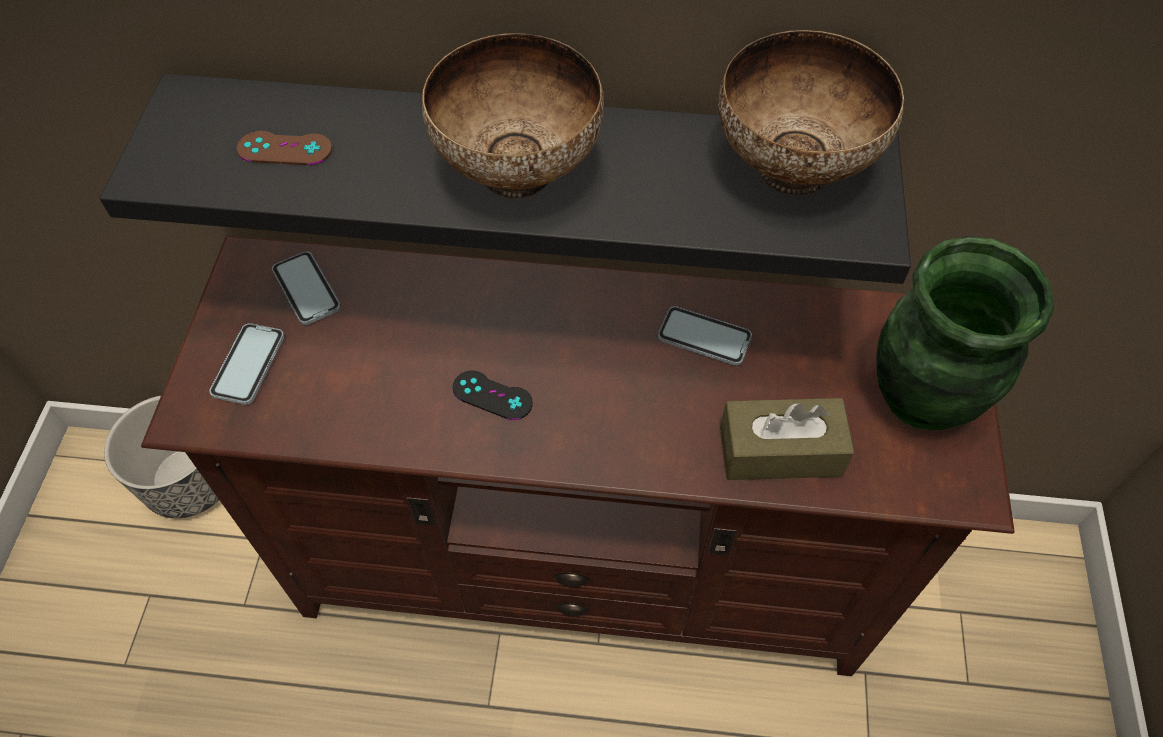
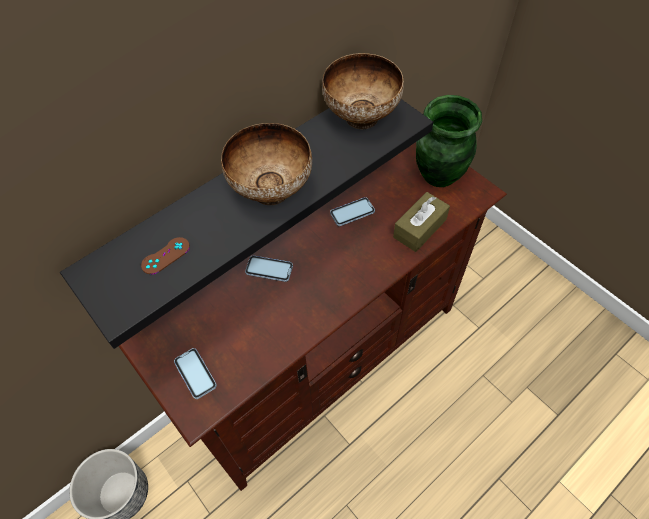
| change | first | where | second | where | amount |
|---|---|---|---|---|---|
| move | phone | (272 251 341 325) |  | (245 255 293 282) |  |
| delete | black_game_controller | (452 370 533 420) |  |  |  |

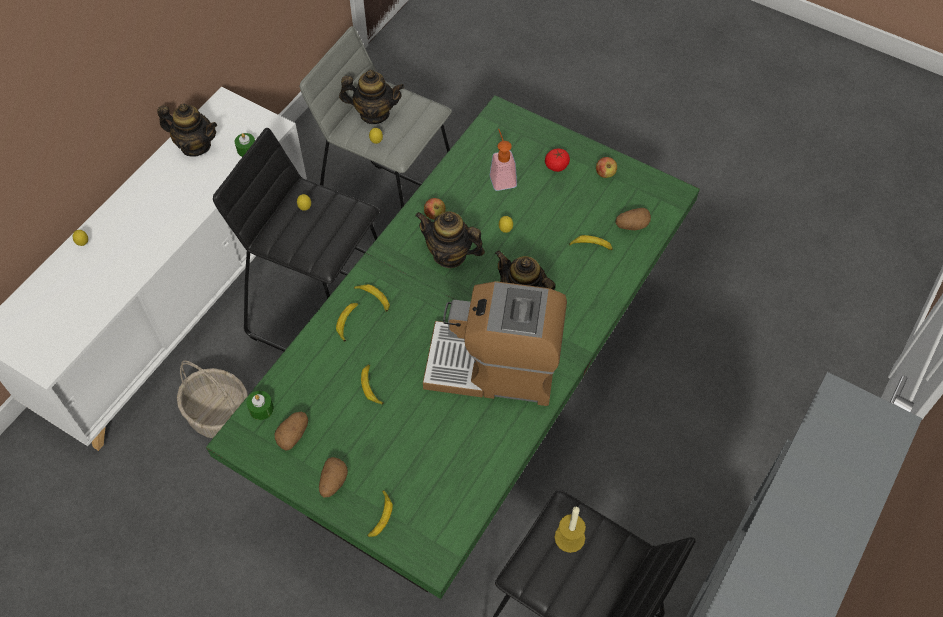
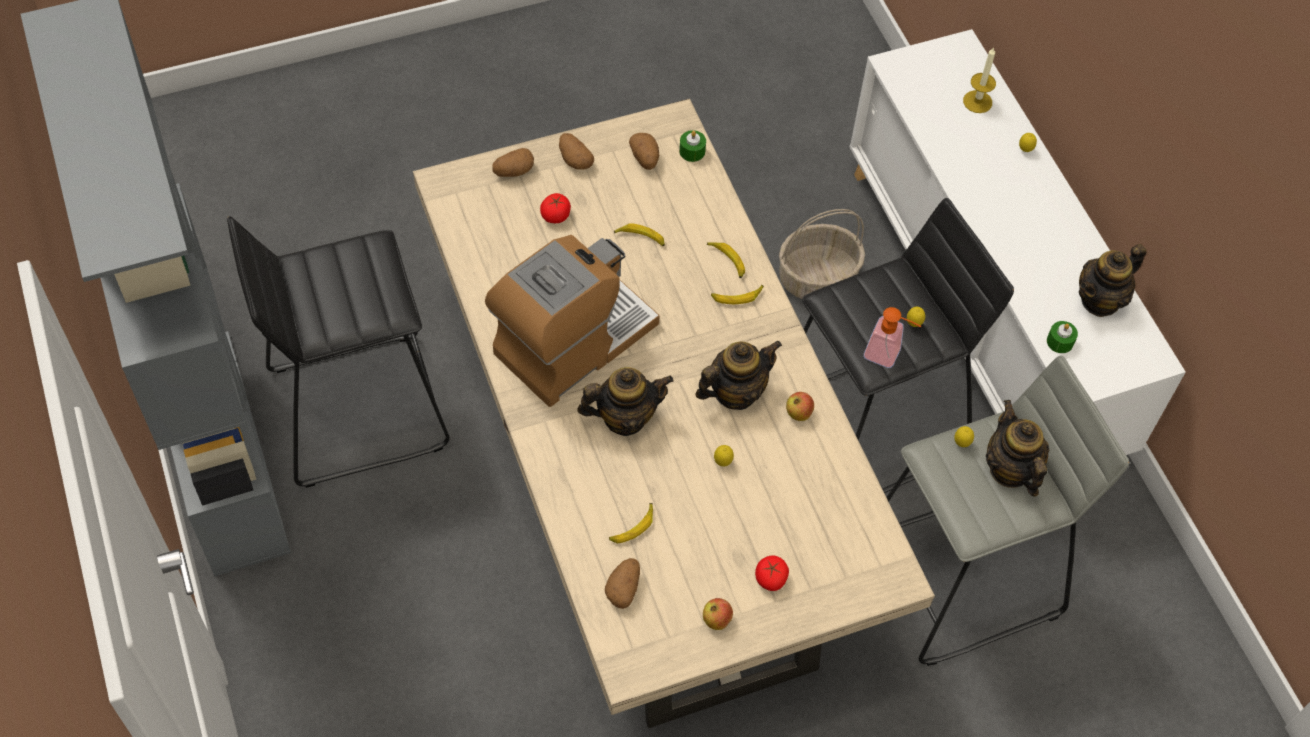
| change | first | where | second | where | amount |
|---|---|---|---|---|---|
| rotate | teapot | (339 70 405 124) |  | (986 400 1049 497) | 120 degrees clockwise |
| recolor | green_dining_table | (206 95 700 599) | beige_dining_table | (413 99 935 729) |  |
| move | soap_dispenser | (490 129 517 191) |  | (864 307 921 368) |  |
| replace | banana | (367 490 393 537) | potato | (492 148 534 177) |  |
| move | candle | (554 507 586 553) |  | (963 47 996 113) |  |
| insert |  |  | tomato | (540 193 571 223) |  |

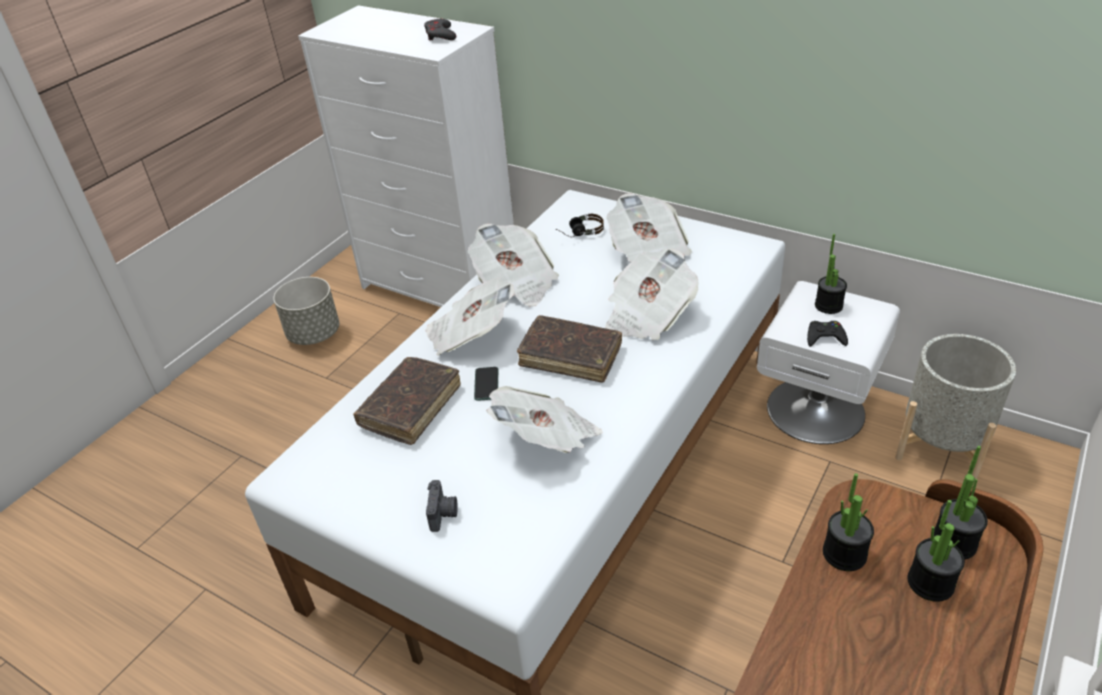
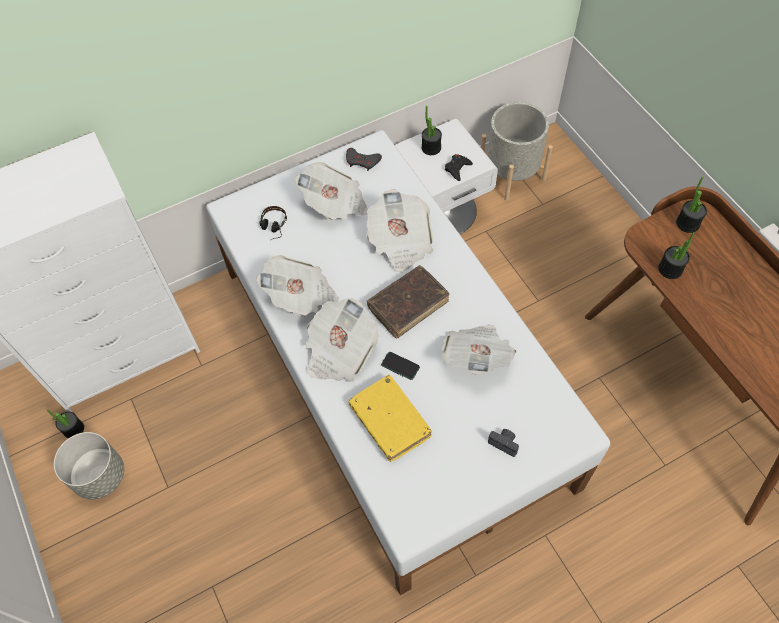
| change | first | where | second | where | amount |
|---|---|---|---|---|---|
| move | grey_game_controller | (424 19 456 40) |  | (346 148 382 171) |  |
| recolor | brown_book | (353 357 461 445) | yellow_book | (349 375 432 462) |  |
| move | potted_plant | (908 500 965 602) |  | (46 409 84 438) |  |

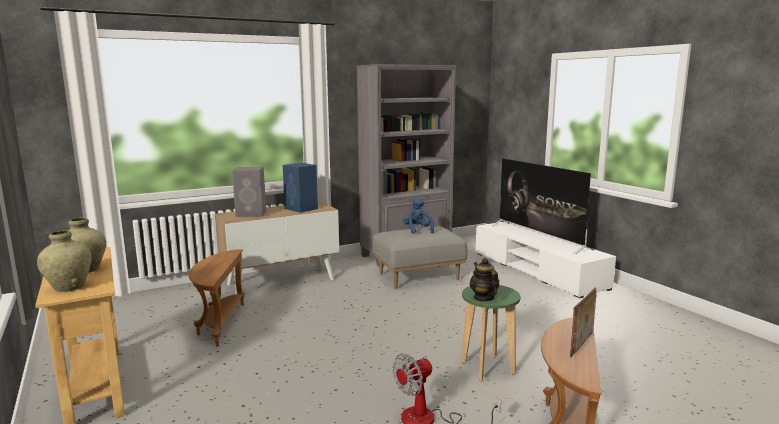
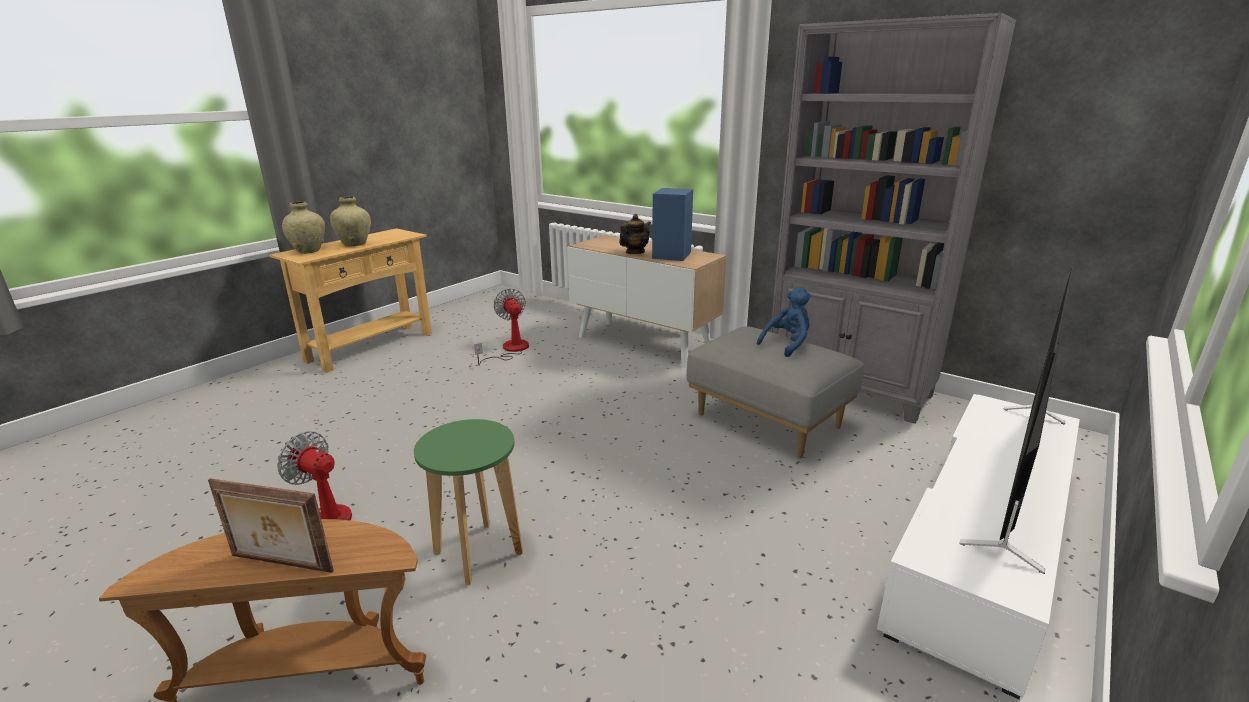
| change | first | where | second | where | amount |
|---|---|---|---|---|---|
| delete | grey_speaker | (232 167 266 217) |  |  |  |
| replace | brown_side_table | (189 249 245 347) | fan | (474 288 529 366) |  |
| move | teapot | (470 258 499 301) |  | (619 214 651 254) |  |

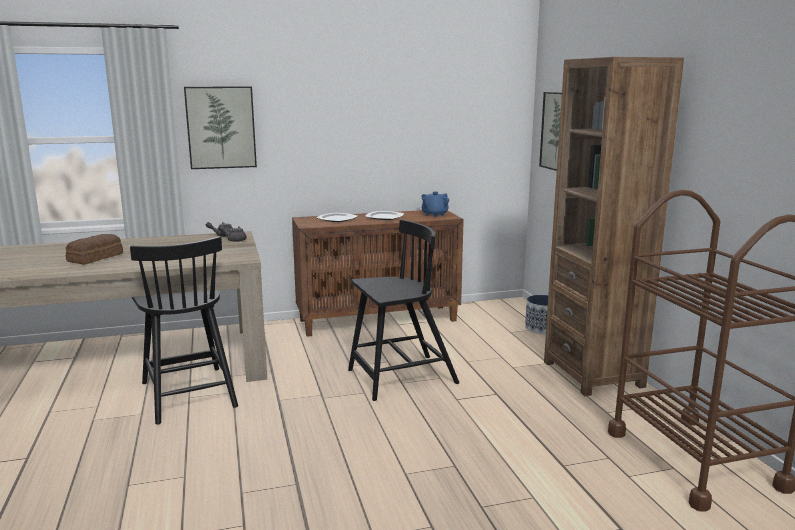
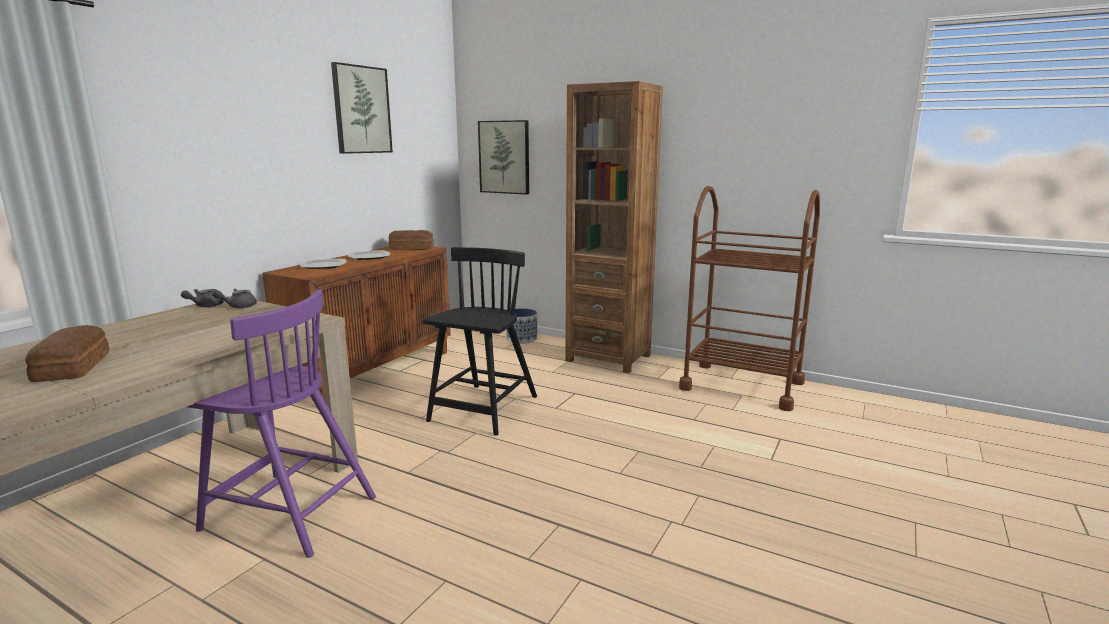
| change | first | where | second | where | amount |
|---|---|---|---|---|---|
| move | picture | (184 86 257 169) |  | (331 62 393 154) |  |
| replace | blue_teapot | (421 191 449 217) | bread | (389 230 434 250) |  |
| recolor | black_chair | (130 236 238 425) | purple_chair | (188 289 376 558) |  |

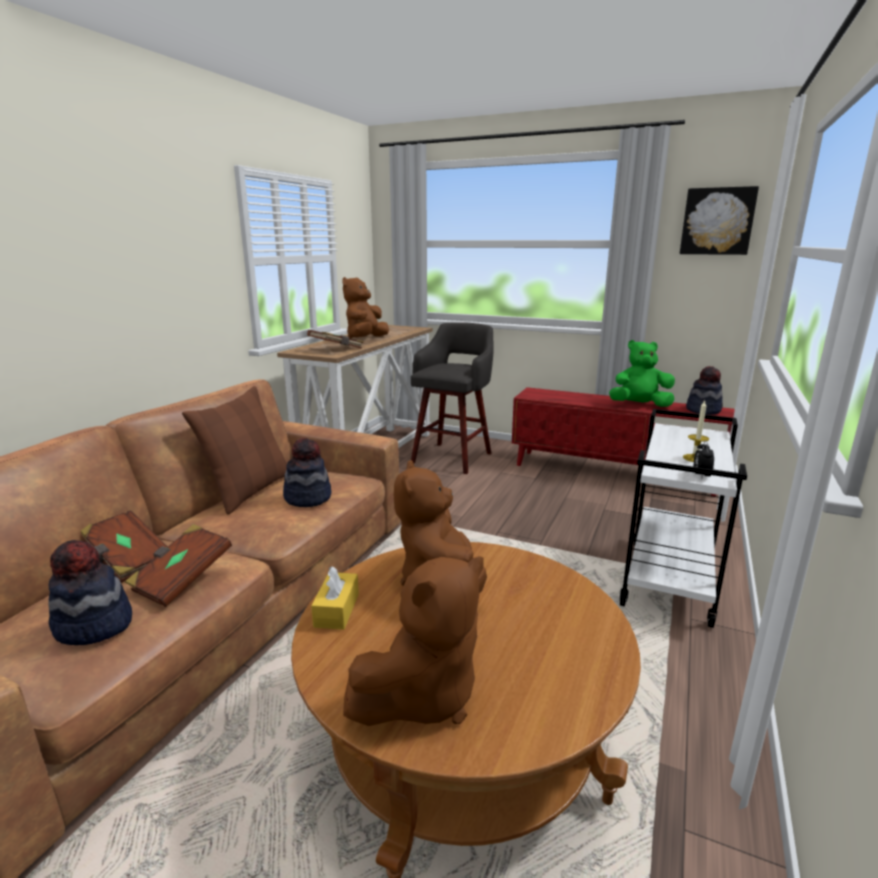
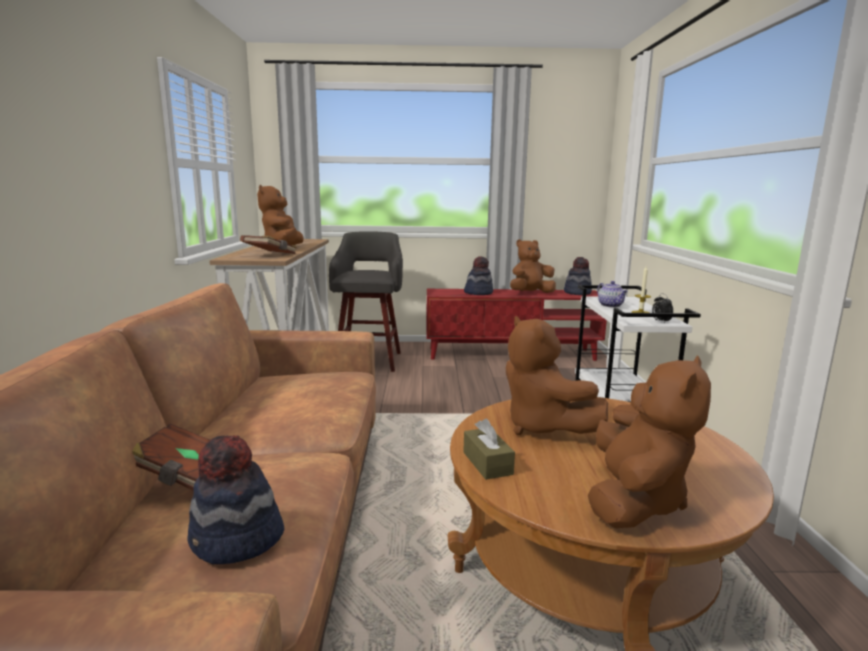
| change | first | where | second | where | amount |
|---|---|---|---|---|---|
| delete | picture | (680 186 759 255) |  |  |  |
| recolor | green_plush_toy | (609 340 675 407) | brown_plush_toy | (510 239 556 293) |  |
| delete | brown_pillow | (182 386 287 514) |  |  |  |
| move | hat | (283 438 331 507) |  | (464 256 493 295) |  |
| delete | brown_book | (125 524 232 607) |  |  |  |
| recolor | yellow_tissue_box | (311 566 359 630) | brown_tissue_box | (463 419 515 480) |  |
| insert |  |  | teapot | (597 281 628 308) |  |

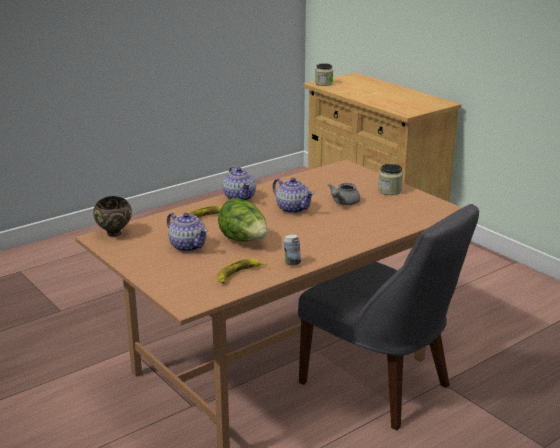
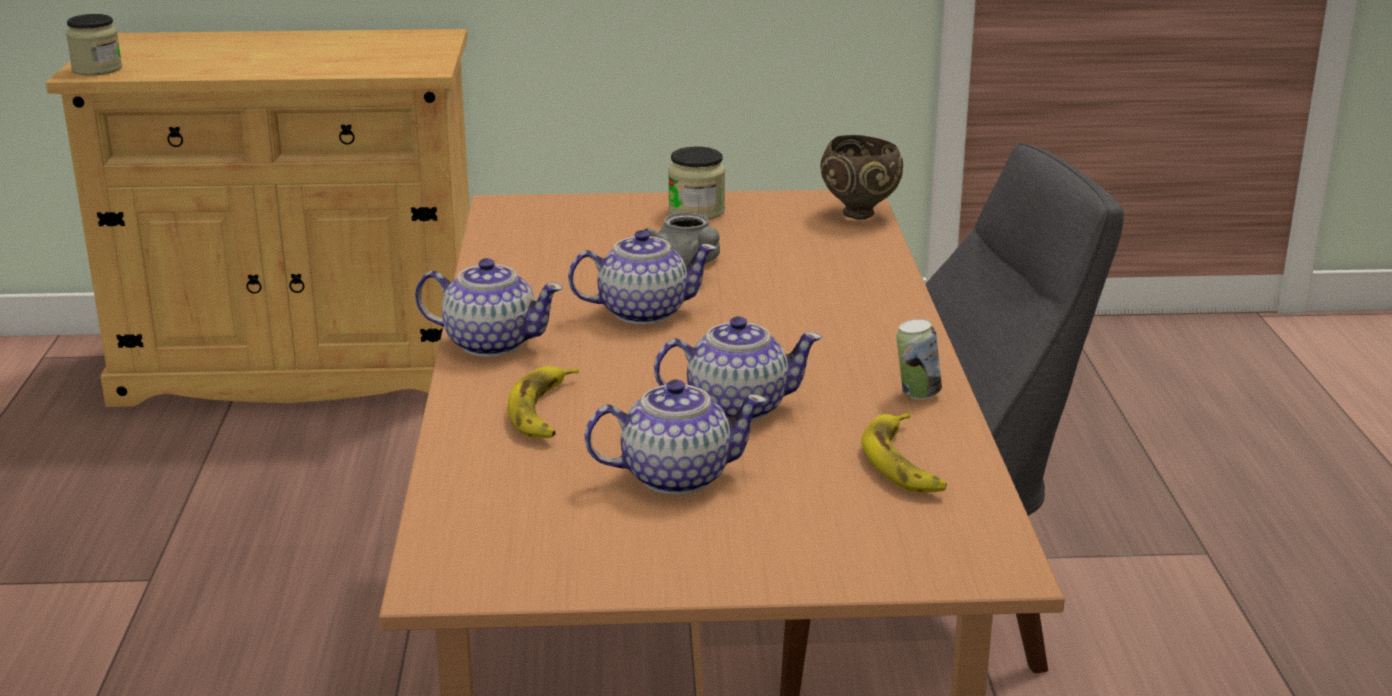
| change | first | where | second | where | amount |
|---|---|---|---|---|---|
| move | brown_bowl | (93 196 132 237) |  | (820 135 903 219) |  |
| replace | lettuce | (218 198 268 242) | teapot | (654 316 823 422) |  |

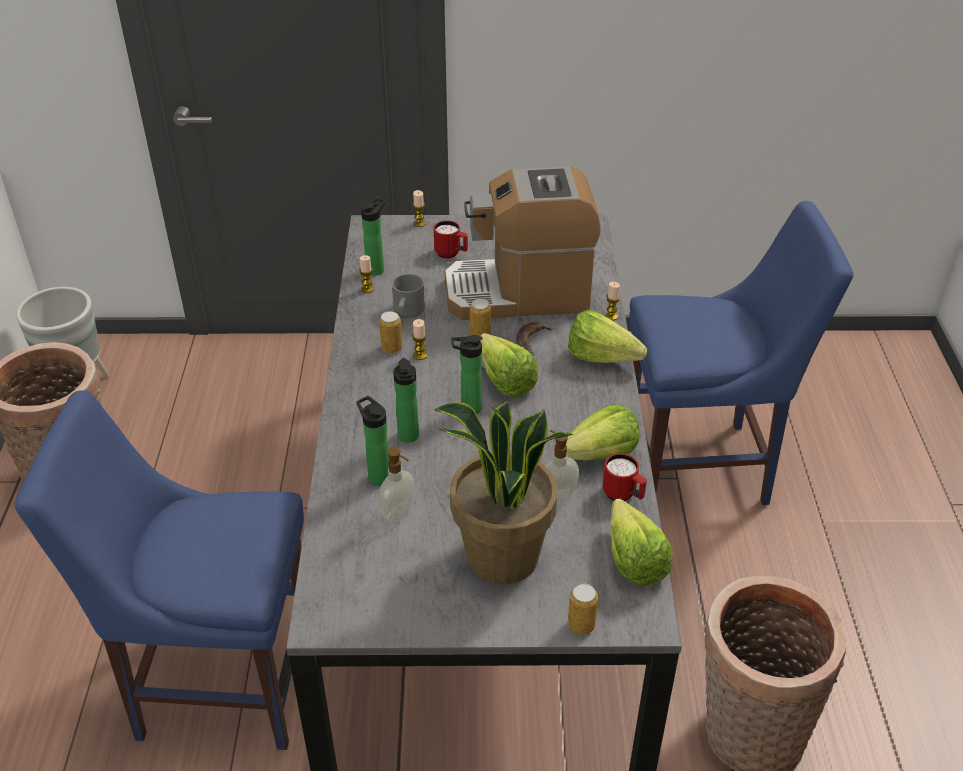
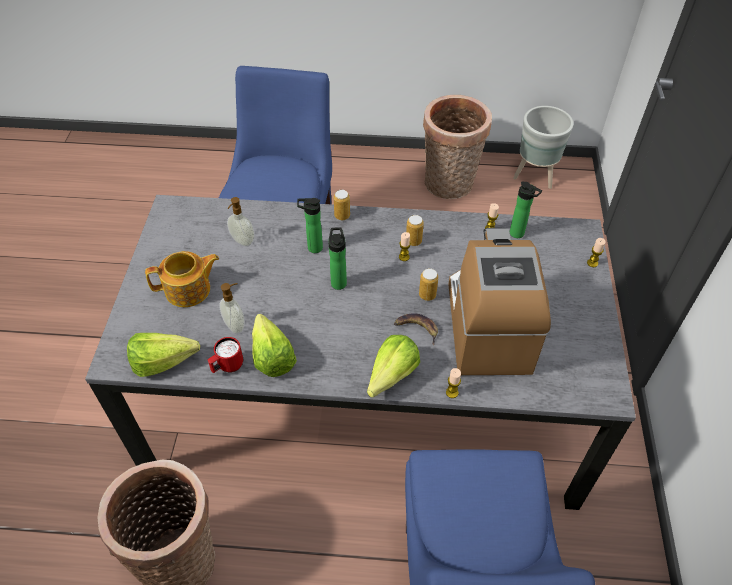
| change | first | where | second | where | amount |
|---|---|---|---|---|---|
| delete | red_mug | (434 220 468 258) |  |  |  |
| delete | grey_mug | (391 273 425 318) |  |  |  |
| delete | lettuce | (480 333 538 397) |  |  |  |
| delete | bottle | (356 396 389 486) |  |  |  |
| replace | potted_plant | (434 401 573 585) | teapot | (145 251 219 307) |  |
| move | can | (568 584 598 635) |  | (334 190 350 220) |  |

